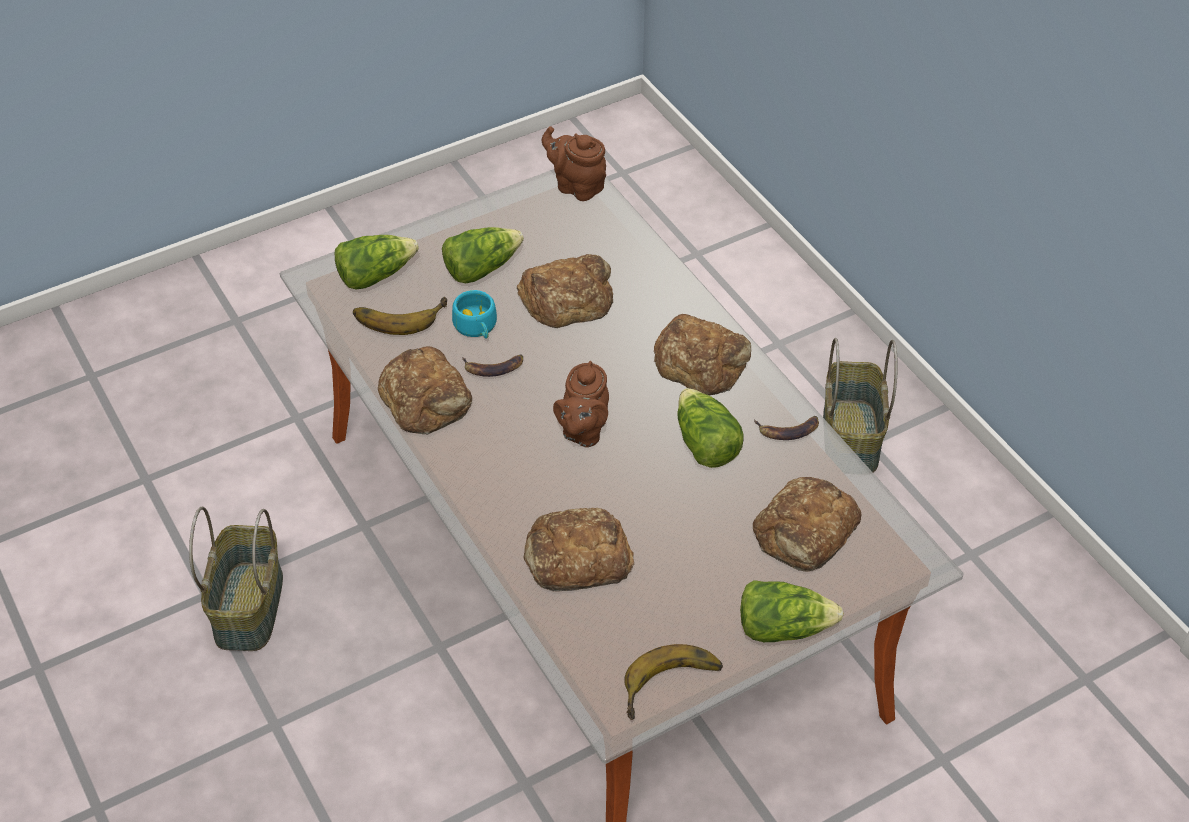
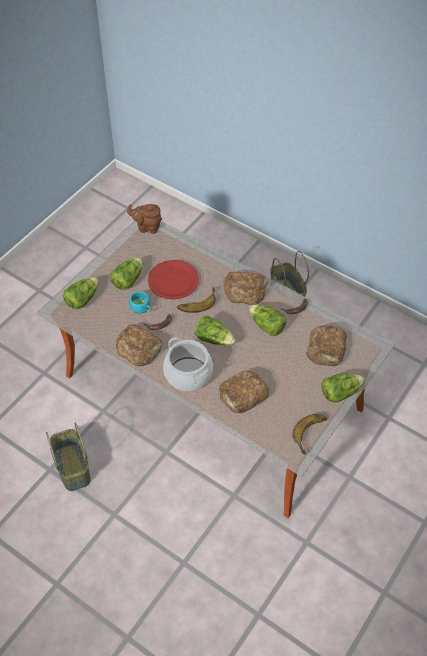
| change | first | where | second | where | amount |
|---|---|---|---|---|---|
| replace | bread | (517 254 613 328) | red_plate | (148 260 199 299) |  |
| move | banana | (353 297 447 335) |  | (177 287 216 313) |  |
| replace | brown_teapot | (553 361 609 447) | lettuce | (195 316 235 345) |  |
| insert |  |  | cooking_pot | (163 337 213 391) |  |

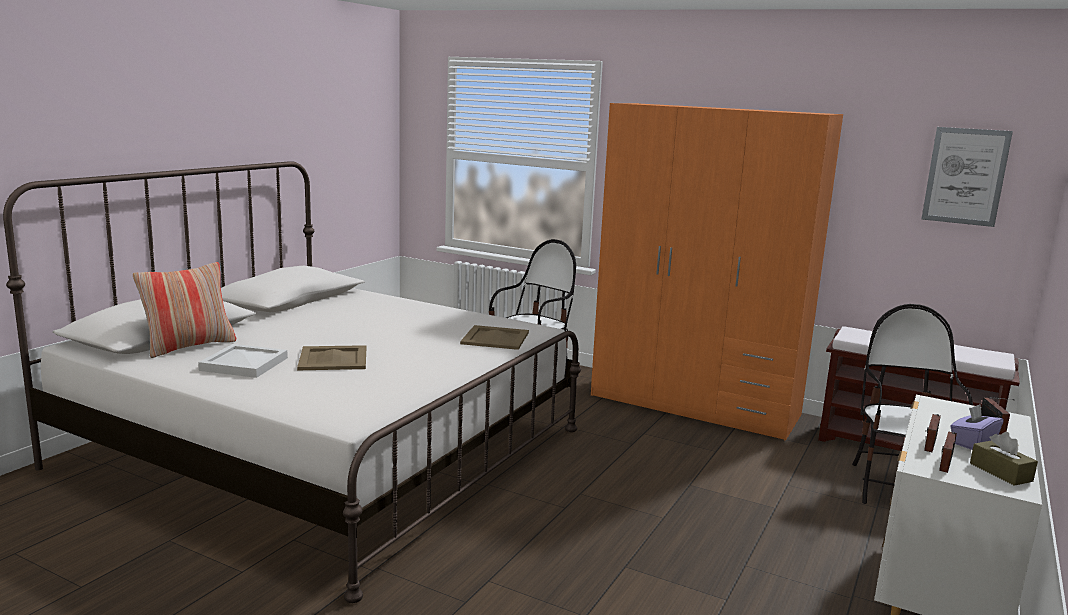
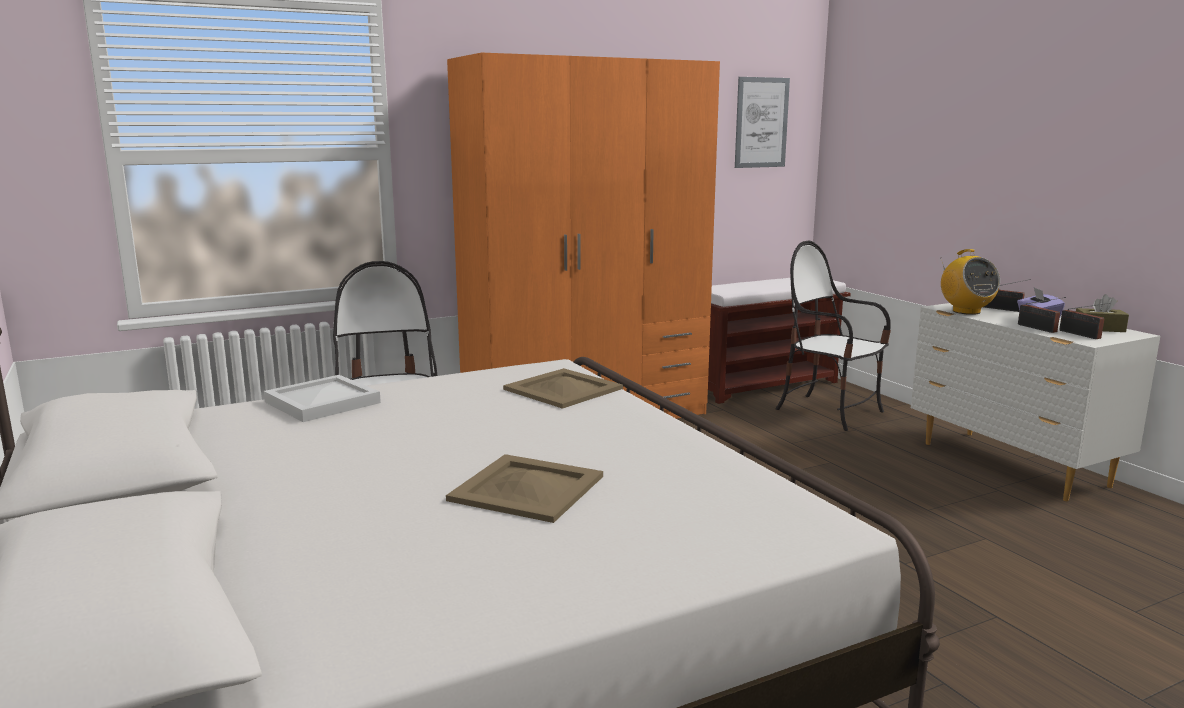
| change | first | where | second | where | amount |
|---|---|---|---|---|---|
| delete | pillow | (133 262 236 358) |  |  |  |
| move | white_tray | (198 344 288 378) |  | (264 375 381 422) |  |
| insert |  |  | radio | (941 249 1000 315) |  |

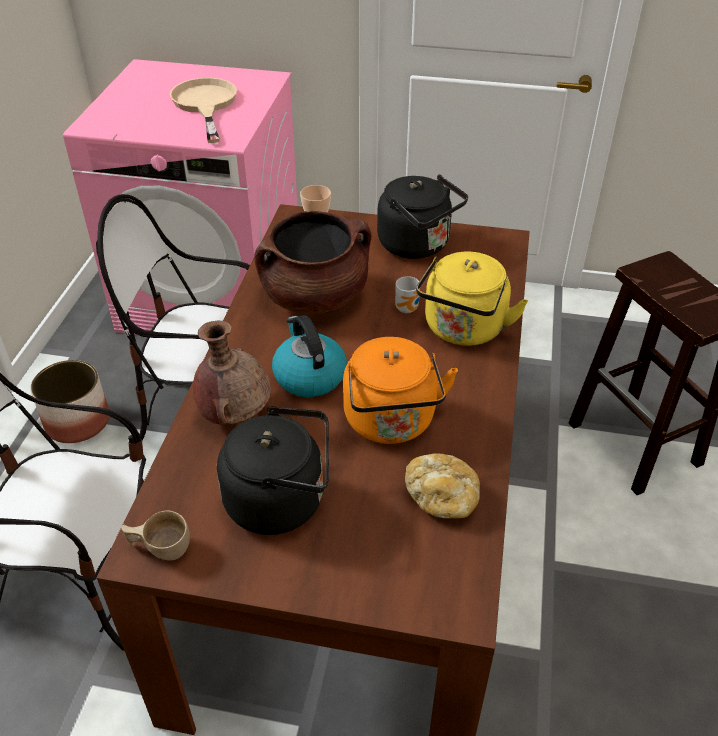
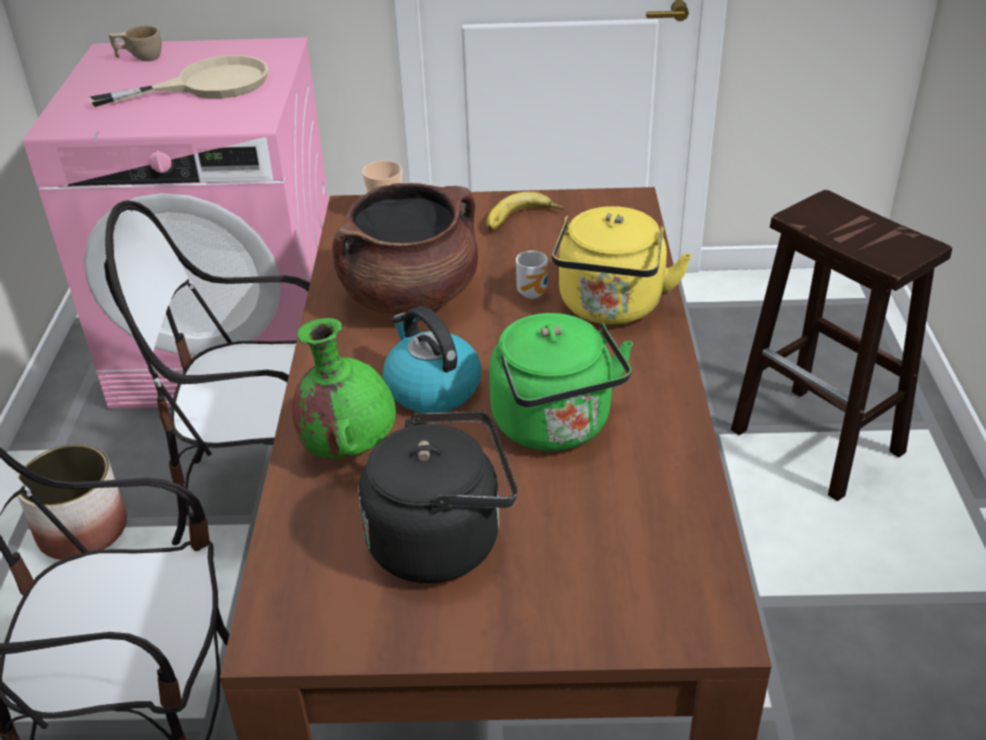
| change | first | where | second | where | amount |
|---|---|---|---|---|---|
| rotate | beige_frying_pan | (170 78 237 143) |  | (89 55 268 107) | 90 degrees clockwise |
| replace | black_kettle | (377 174 468 259) | banana | (486 192 563 231) |  |
| recolor | brown_vase | (193 321 271 425) | green_vase | (292 318 396 459) |  |
| recolor | orange_kettle | (343 337 458 444) | green_kettle | (489 313 633 451) |  |
| delete | bread | (405 453 480 518) |  |  |  |
| move | beige_cup | (121 510 190 560) |  | (108 25 162 61) |  |

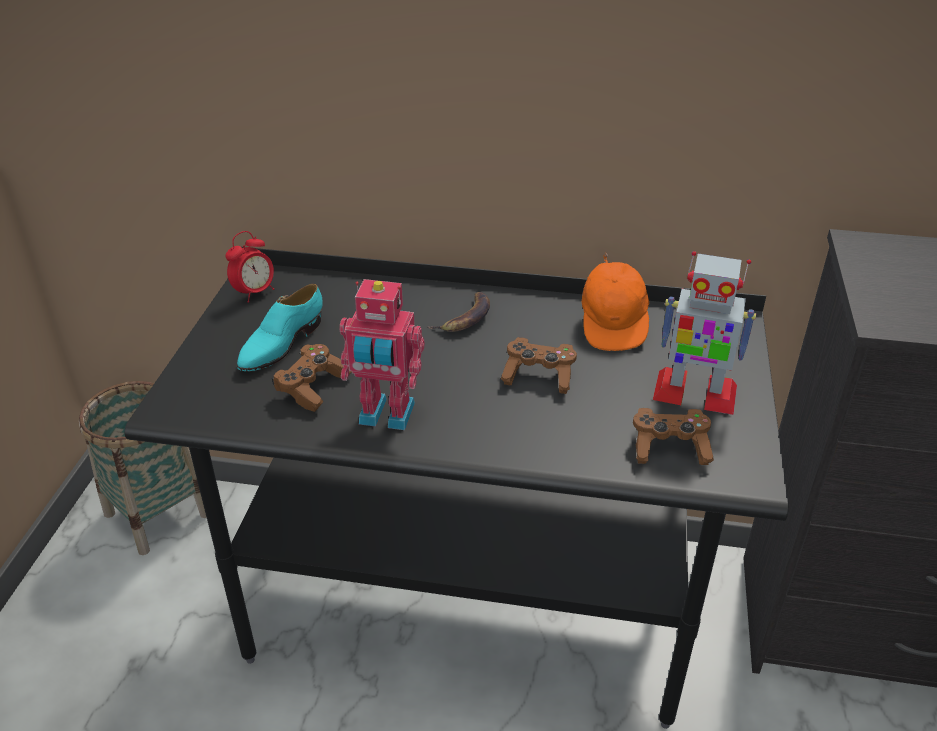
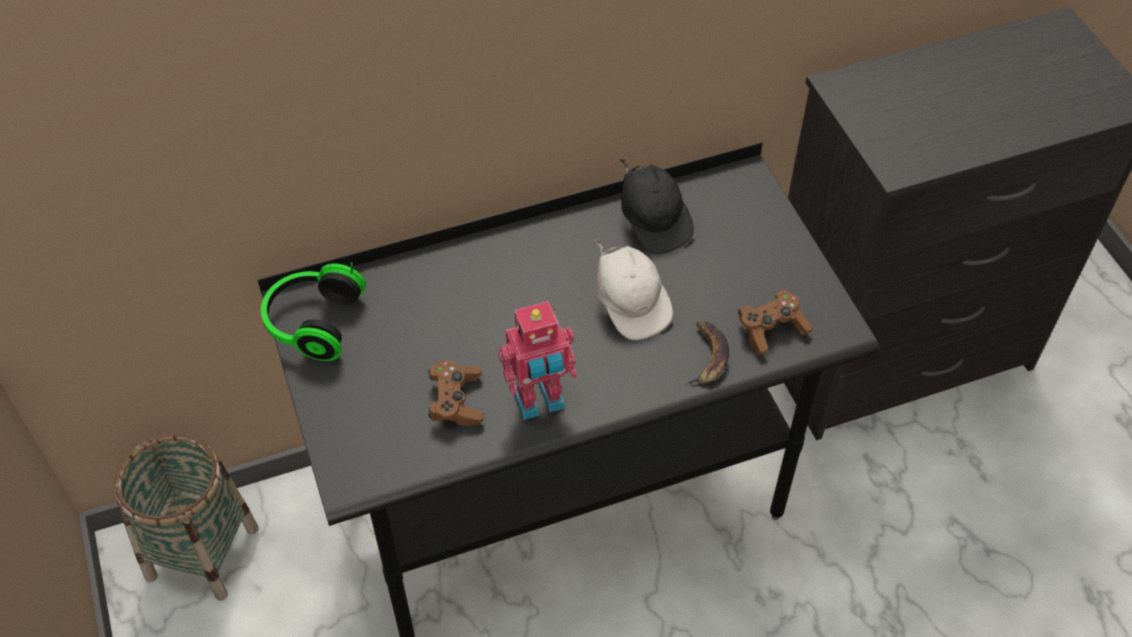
| change | first | where | second | where | amount |
|---|---|---|---|---|---|
| replace | alarm_clock | (225 231 274 303) | headphones | (261 263 366 361) |  |
| delete | toy_robot | (653 251 756 415) |  |  |  |
| recolor | orange_cap | (582 253 649 351) | black_cap | (620 157 694 254) |  |
| delete | turquoise_shoe | (237 284 323 371) |  |  |  |
| move | banana | (428 292 490 332) |  | (685 322 729 385) |  |
| replace | brown_game_controller | (501 337 577 394) | white_cap | (595 238 673 340) |  |

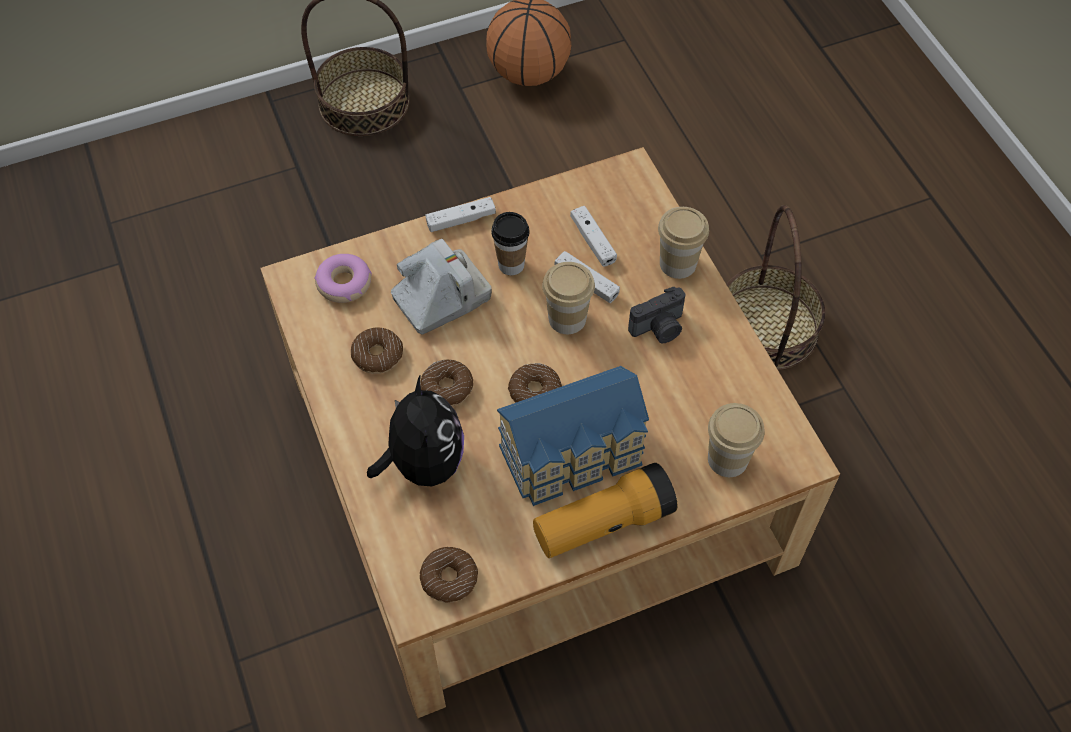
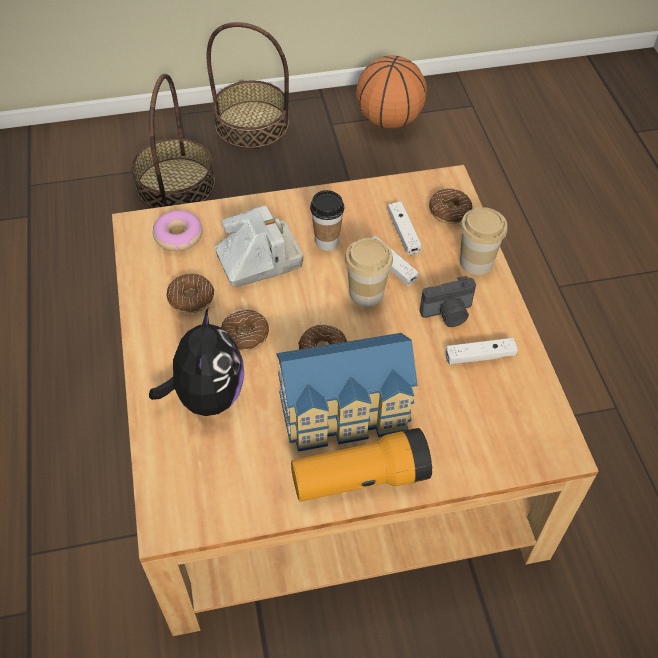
| change | first | where | second | where | amount |
|---|---|---|---|---|---|
| move | white_game_controller | (425 197 496 232) |  | (446 338 518 364) |  |
| move | basket | (726 205 825 370) |  | (132 74 215 208) |  |
| delete | cup | (708 403 765 477) |  |  |  |
| move | donut | (420 547 478 603) |  | (429 188 472 224) |  |

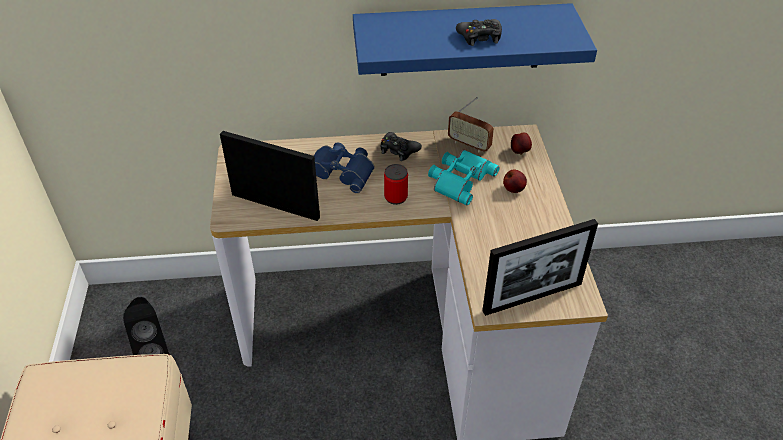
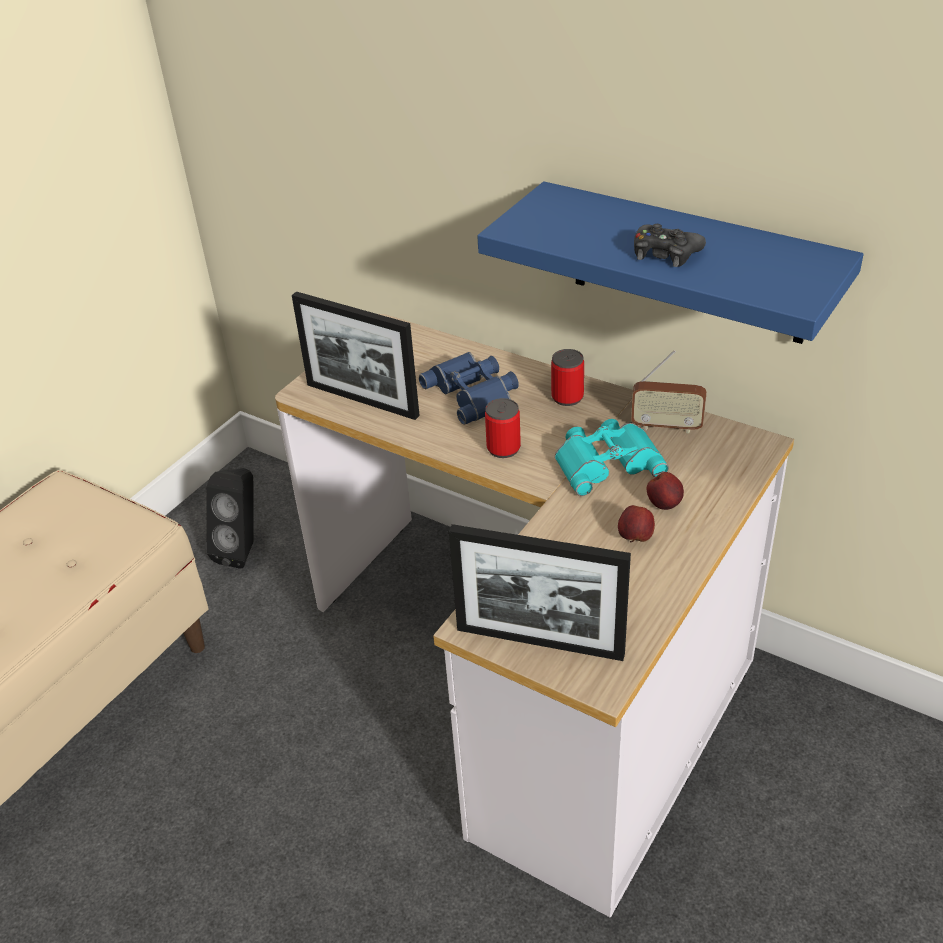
| change | first | where | second | where | amount |
|---|---|---|---|---|---|
| rotate | radio | (448 97 494 153) |  | (631 350 706 434) | 60 degrees counterclockwise |
| rotate | picture_frame | (220 131 320 221) |  | (292 291 420 420) | 150 degrees clockwise |
| replace | black_game_controller | (381 132 422 161) | can | (551 349 584 406) |  |
| move | apple | (511 132 532 155) |  | (618 505 655 542) |  |

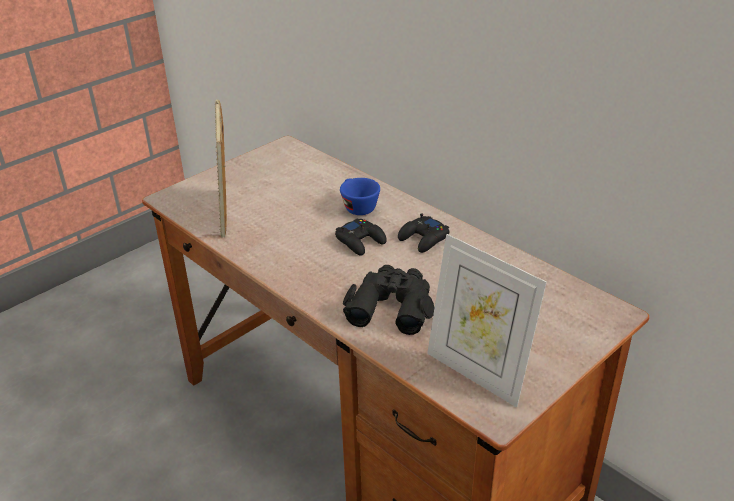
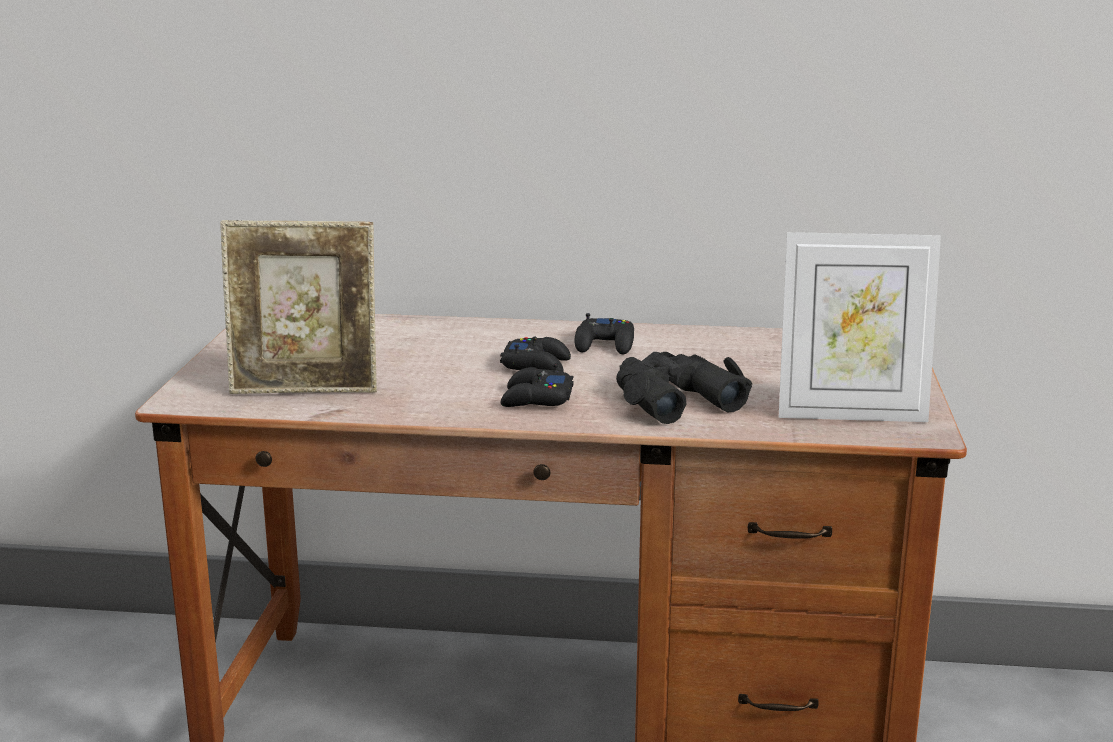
| change | first | where | second | where | amount |
|---|---|---|---|---|---|
| rotate | picture_frame | (215 99 227 238) |  | (220 220 377 394) | 45 degrees counterclockwise |
| delete | blue_cup | (340 178 380 215) |  |  |  |
| insert |  |  | black_game_controller | (501 363 574 407) |  |

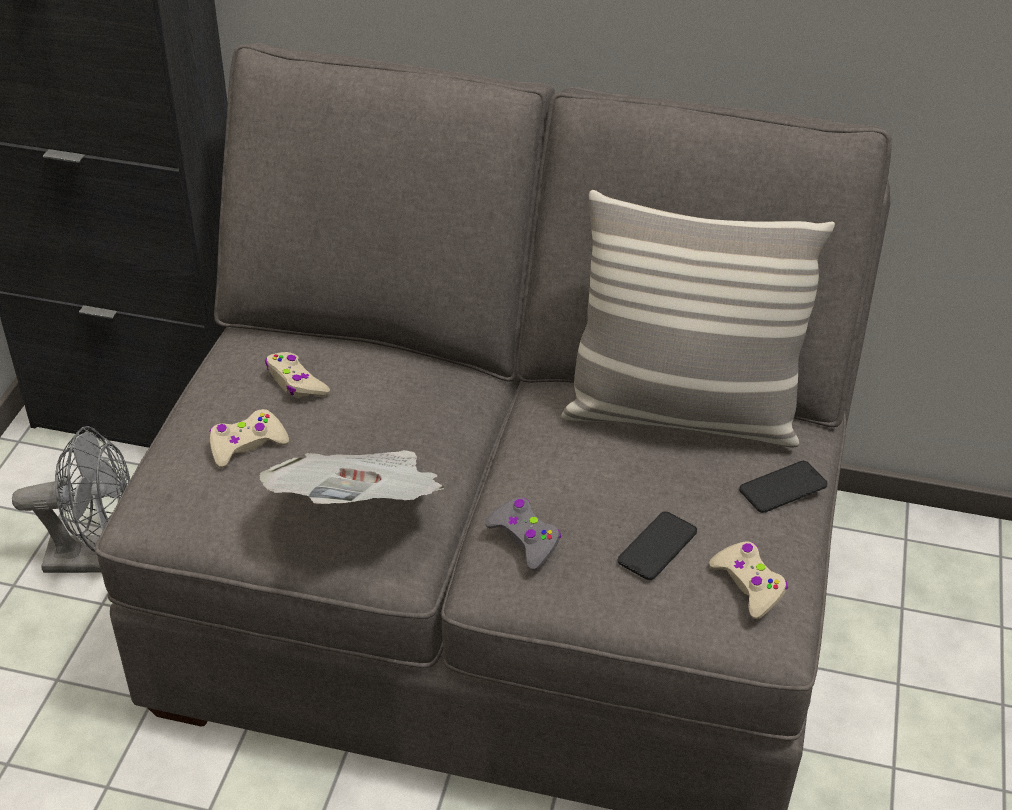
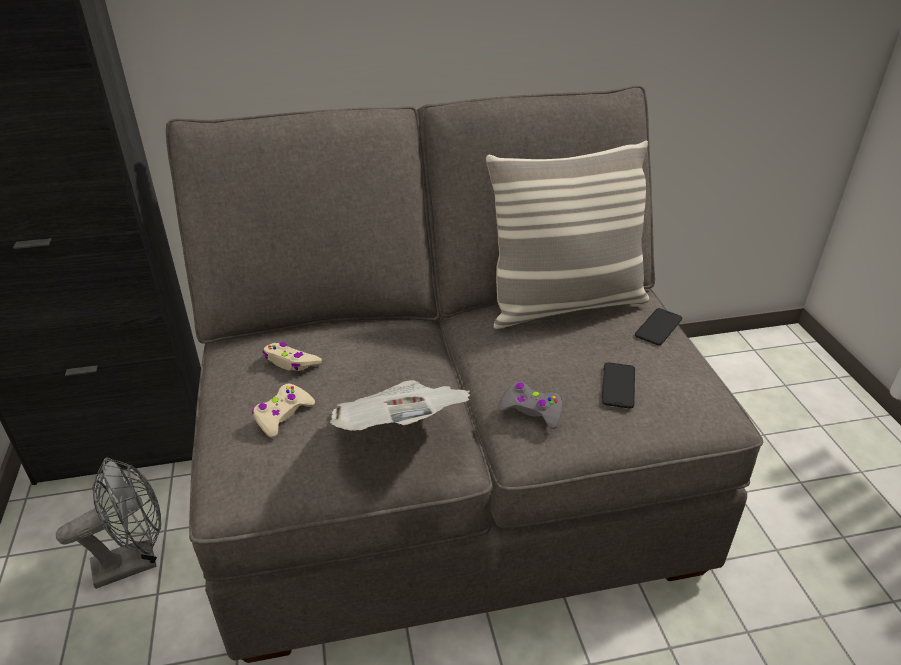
| change | first | where | second | where | amount |
|---|---|---|---|---|---|
| delete | beige_game_controller | (709 541 788 619) |  |  |  |

